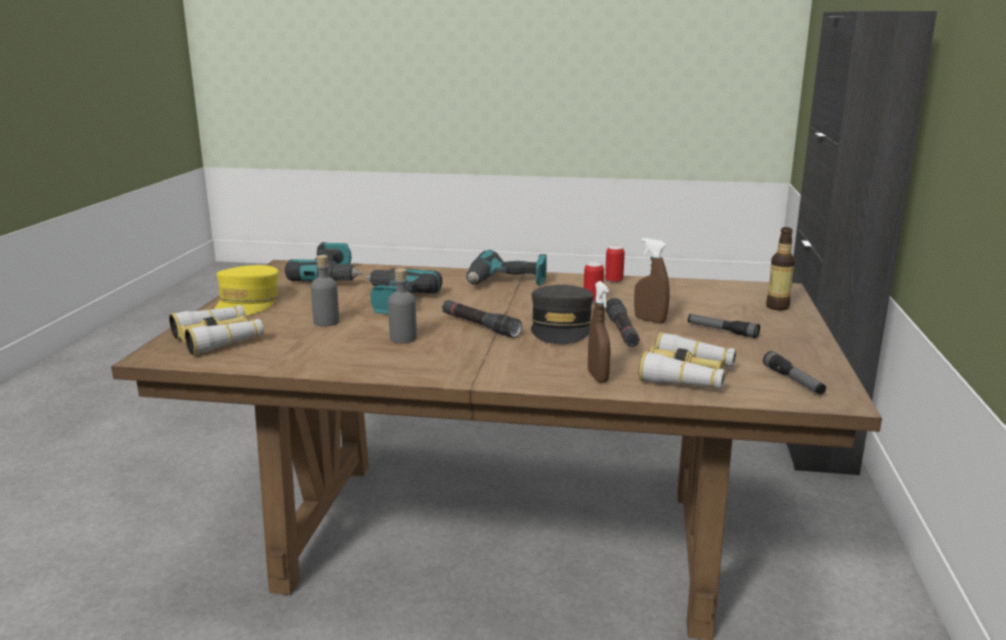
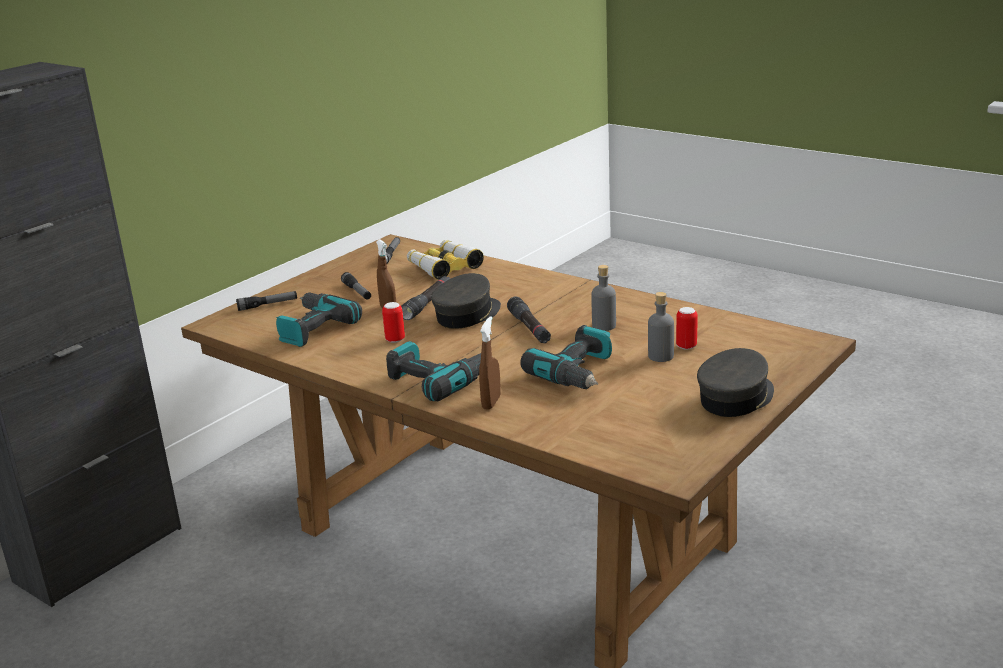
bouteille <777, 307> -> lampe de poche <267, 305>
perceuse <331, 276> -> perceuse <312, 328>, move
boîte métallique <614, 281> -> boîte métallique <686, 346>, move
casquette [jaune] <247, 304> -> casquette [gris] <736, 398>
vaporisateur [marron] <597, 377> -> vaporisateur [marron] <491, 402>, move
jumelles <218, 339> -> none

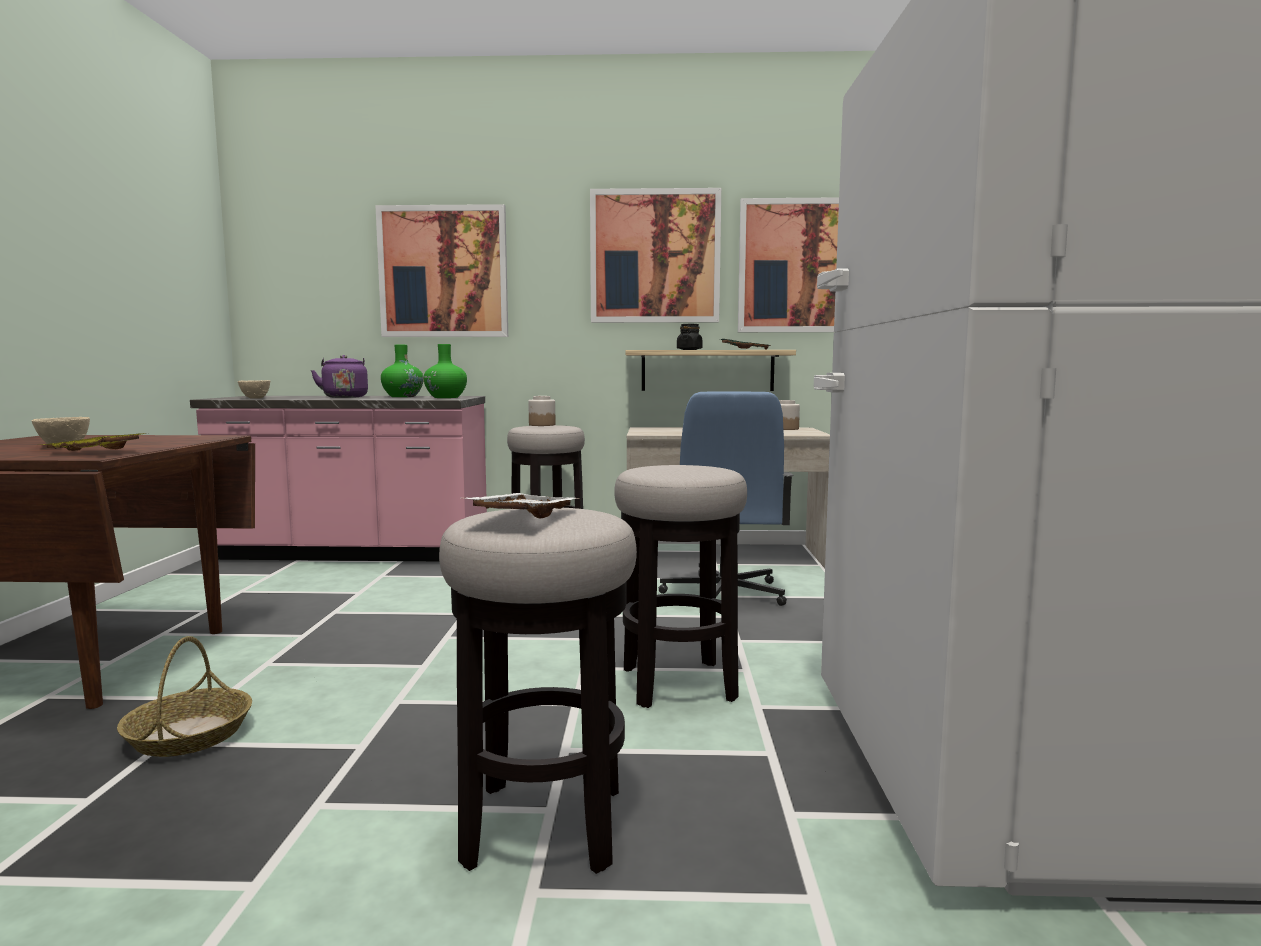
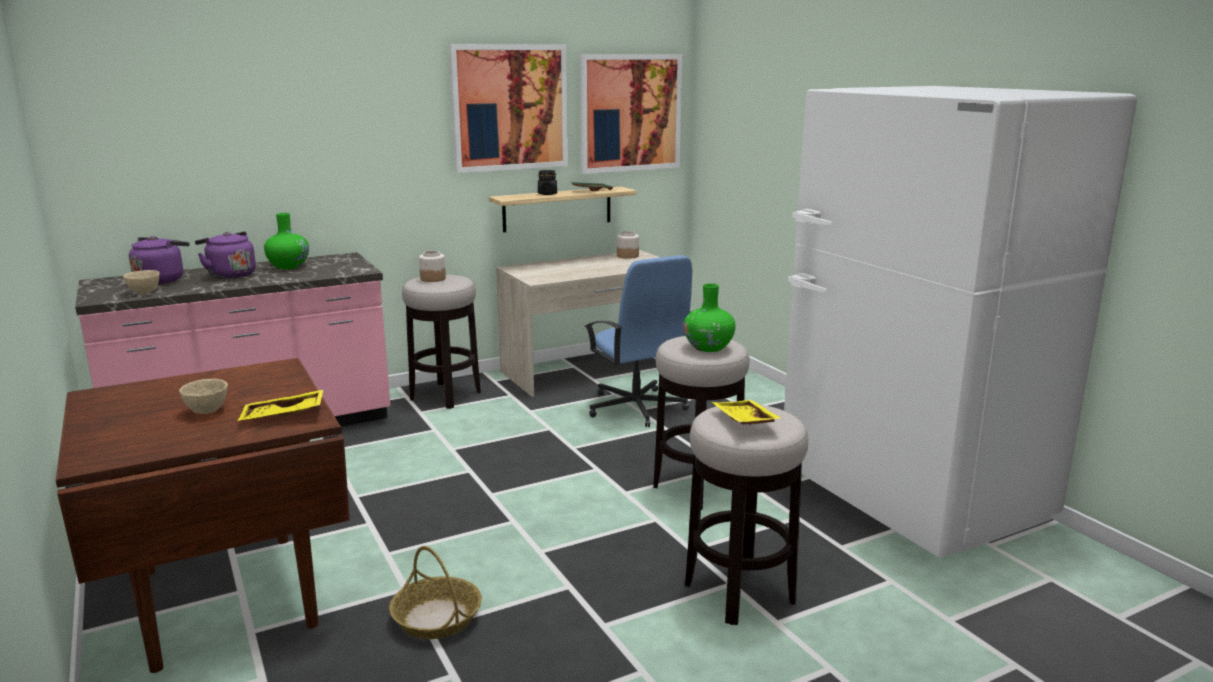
tableau <443, 272> -> none
vase [vert] <446, 397> -> vase [vert] <708, 347>, move
plateau [blanc] <522, 517> -> plateau [jaune] <743, 421>
none -> bouilloire [violet] <162, 280>

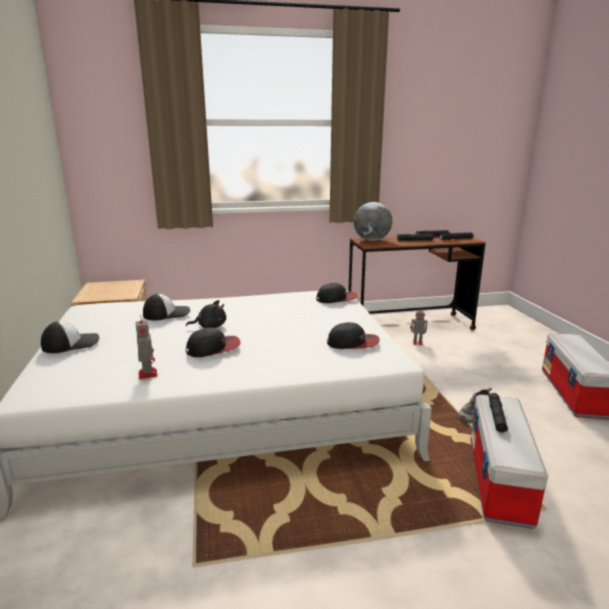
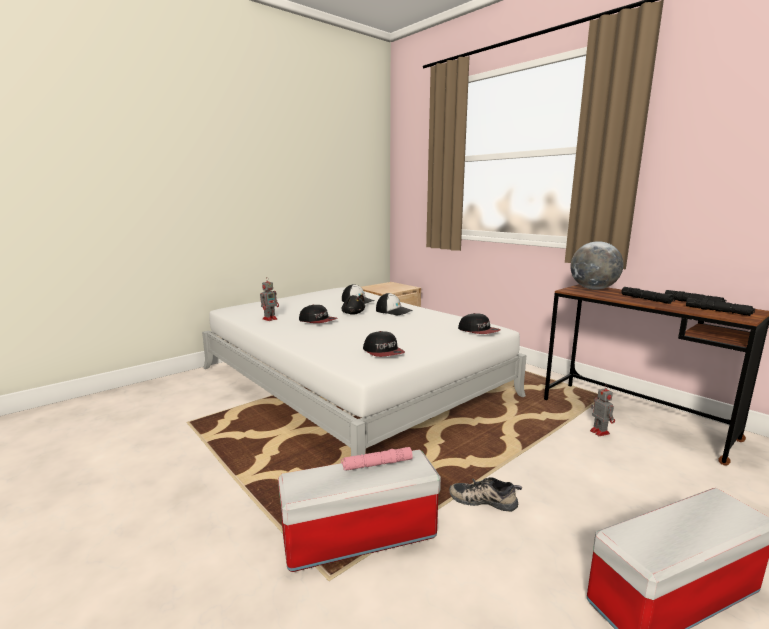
casquette <71, 343> -> casquette <394, 311>, move
lampe de poche [noir] <496, 417> -> lampe de poche [rose] <377, 464>

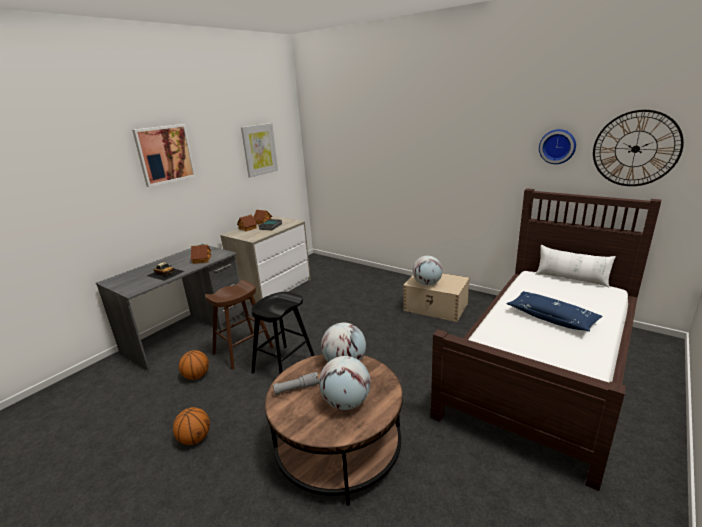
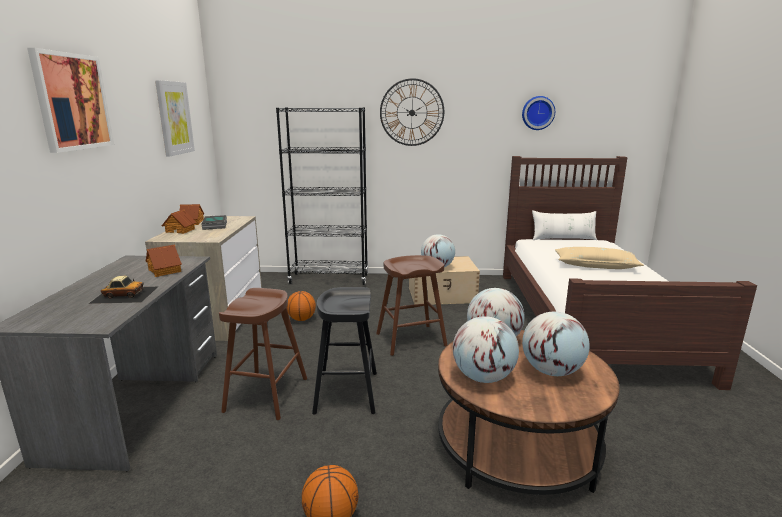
horloge murale <635, 149> -> horloge murale <412, 112>, move
coussin [bleu] <551, 318> -> coussin [beige] <595, 266>
ballon de basket <196, 376> -> ballon de basket <301, 319>, move
lampe de poche [gris] <296, 388> -> globe <483, 377>
none -> bibliothèque [noir] <329, 279>
none -> tabouret [marron] <410, 340>

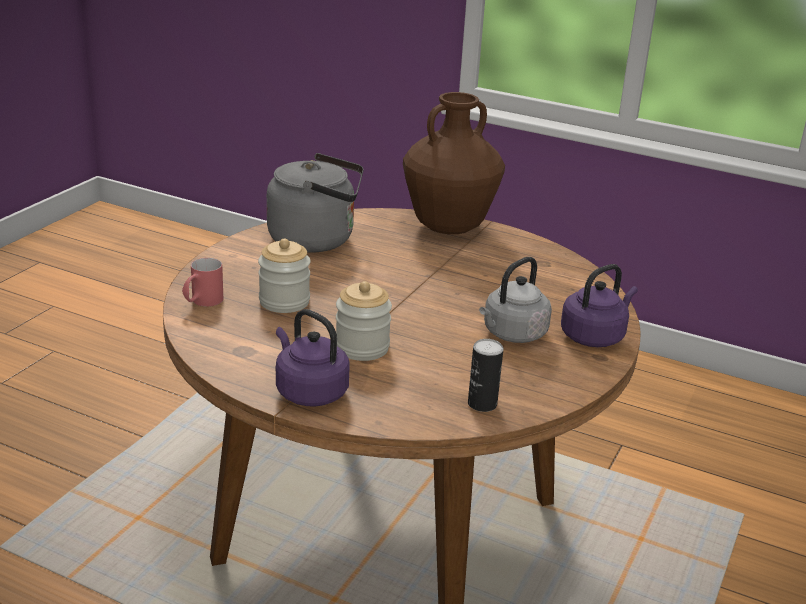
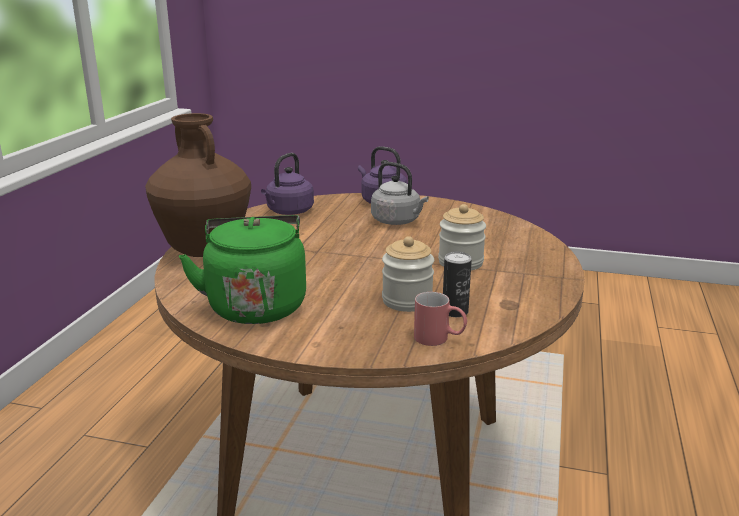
bouilloire [gris] <317, 240> -> bouilloire [vert] <256, 305>
bouilloire [violet] <309, 391> -> bouilloire [violet] <288, 212>, move
boîte métallique <482, 404> -> boîte métallique <455, 312>, move

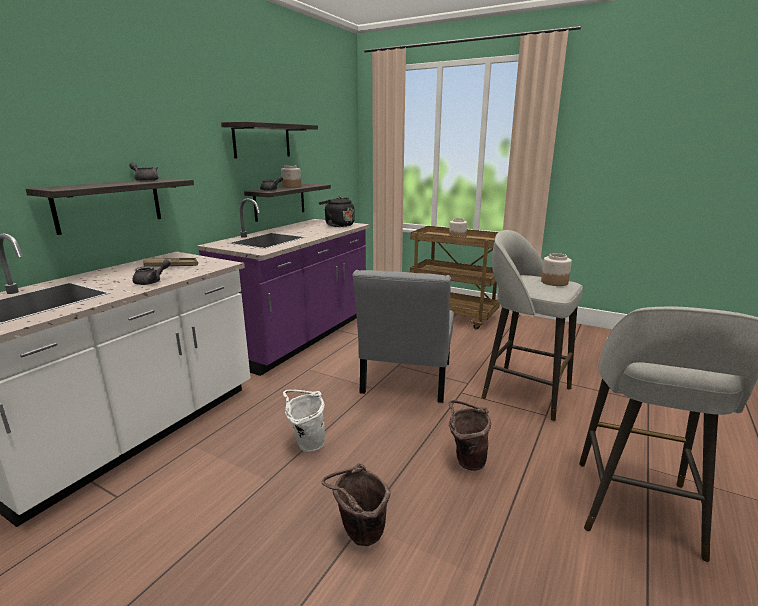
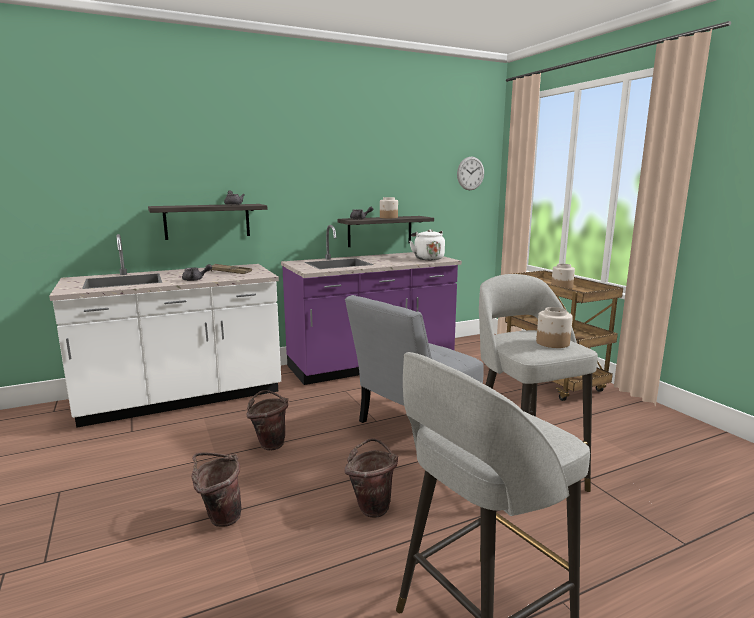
étagère <262, 141> -> none
bouilloire [noir] <338, 225> -> bouilloire [blanc] <427, 258>
seau [blanc] <306, 444> -> seau [marron] <270, 443>
none -> horloge murale <470, 173>

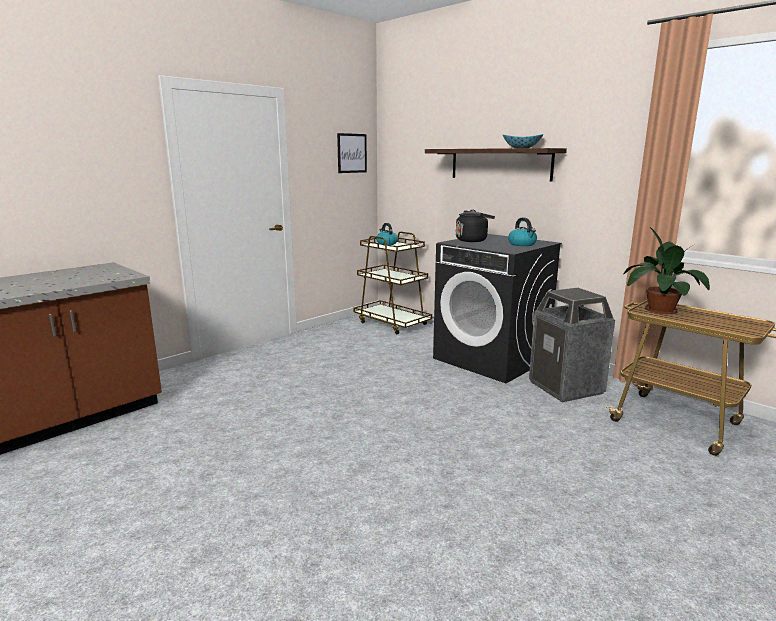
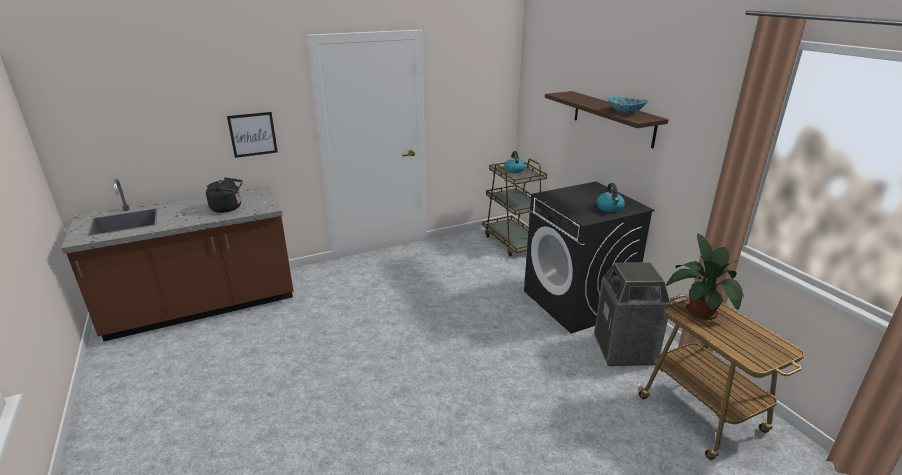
tableau <352, 153> -> tableau <252, 134>, move
bouilloire [noir] <472, 240> -> bouilloire [noir] <228, 208>, move

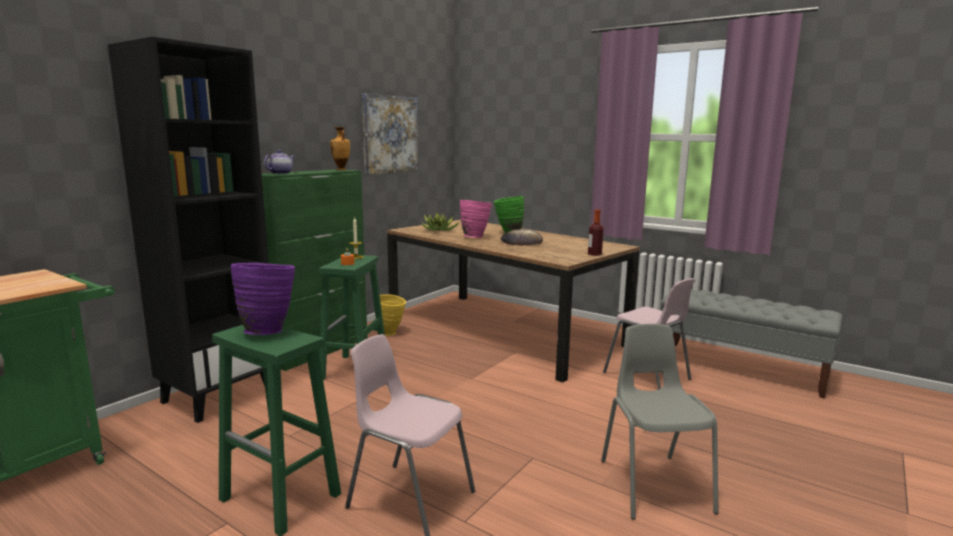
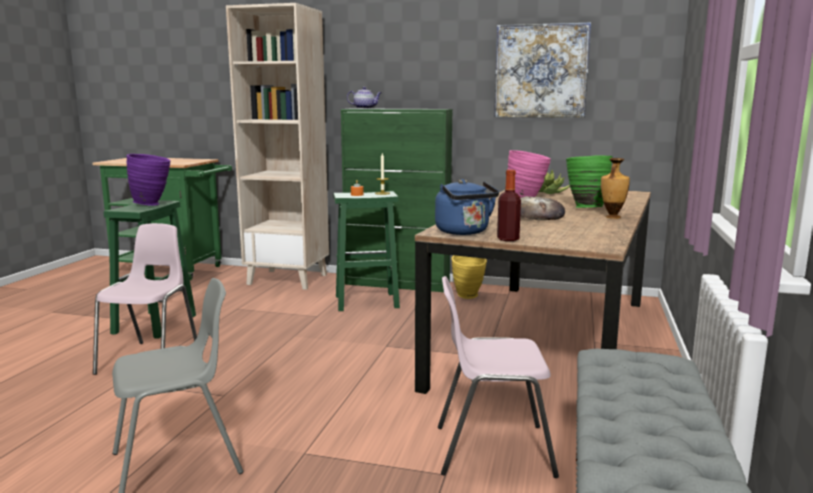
bibliothèque [noir] <218, 396> -> bibliothèque [beige] <288, 279>
vase <341, 170> -> vase <612, 217>, move
chaise [rose] <647, 376> -> chaise [rose] <491, 449>, 60 degrees clockwise
none -> bouilloire [bleu] <464, 232>

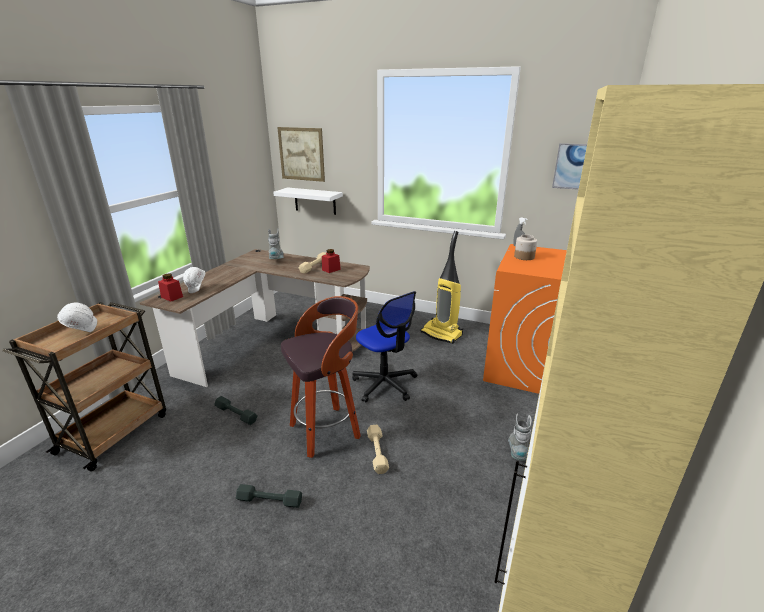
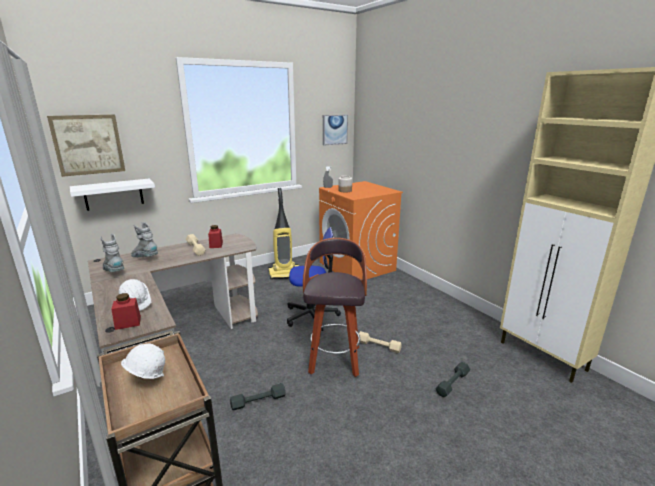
botte [gris] <517, 451> -> botte [gris] <114, 272>, move
haltère [gris] <269, 500> -> haltère [gris] <452, 383>, move

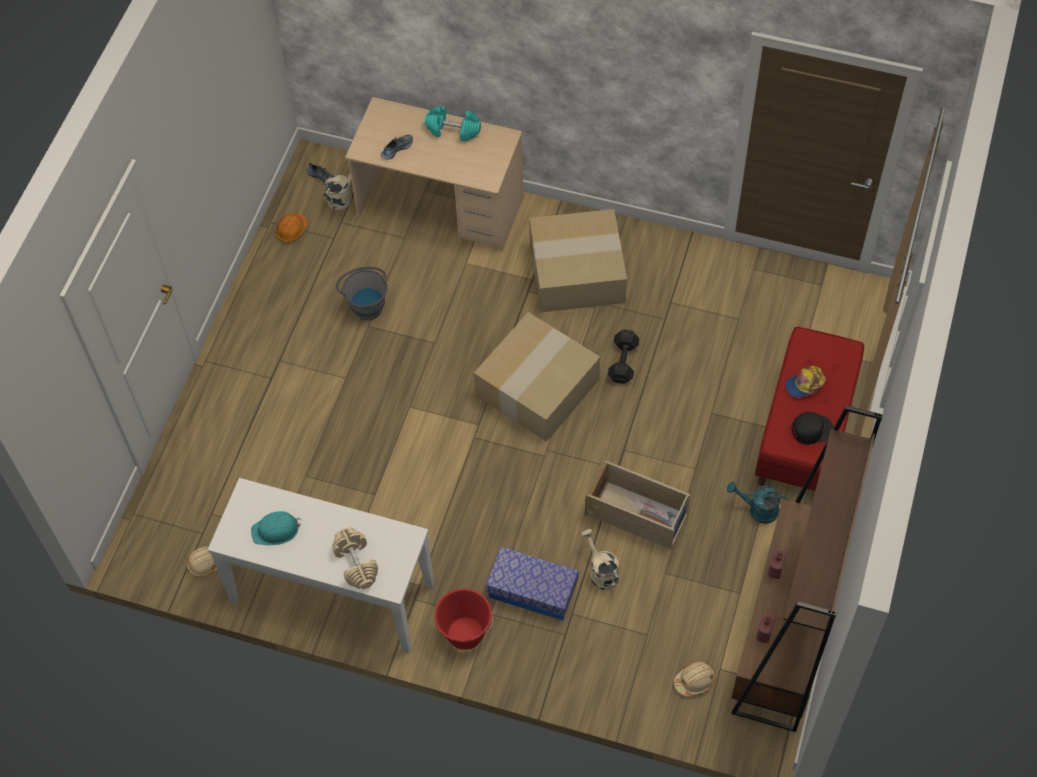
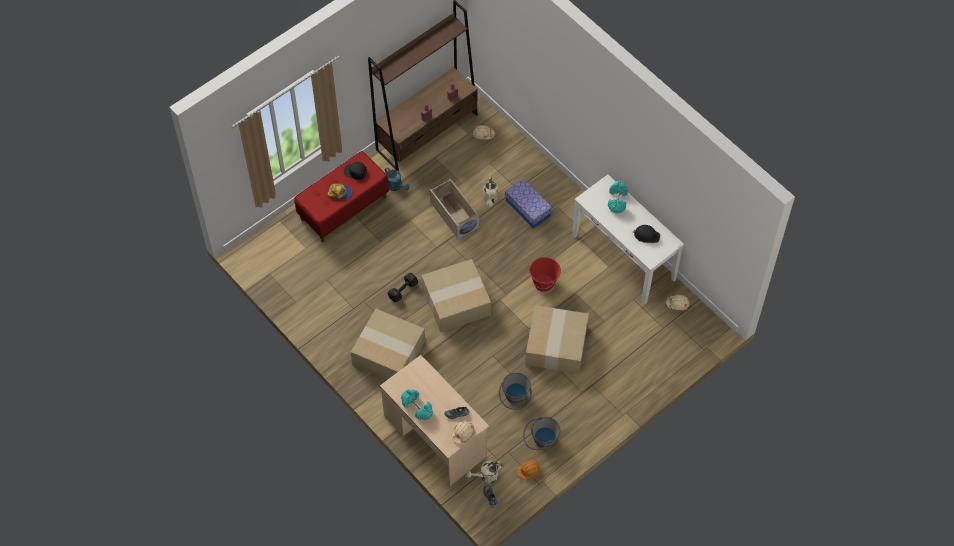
casque de chantier [turquoise] <276, 530> -> casque de chantier [noir] <646, 235>
haltère [beige] <356, 563> -> haltère [turquoise] <617, 200>
seau [rouge] <465, 634> -> seau [rouge] <544, 283>, move
none -> carton <555, 344>
none -> seau [gris] <540, 442>
none -> casque de chantier [beige] <463, 433>

